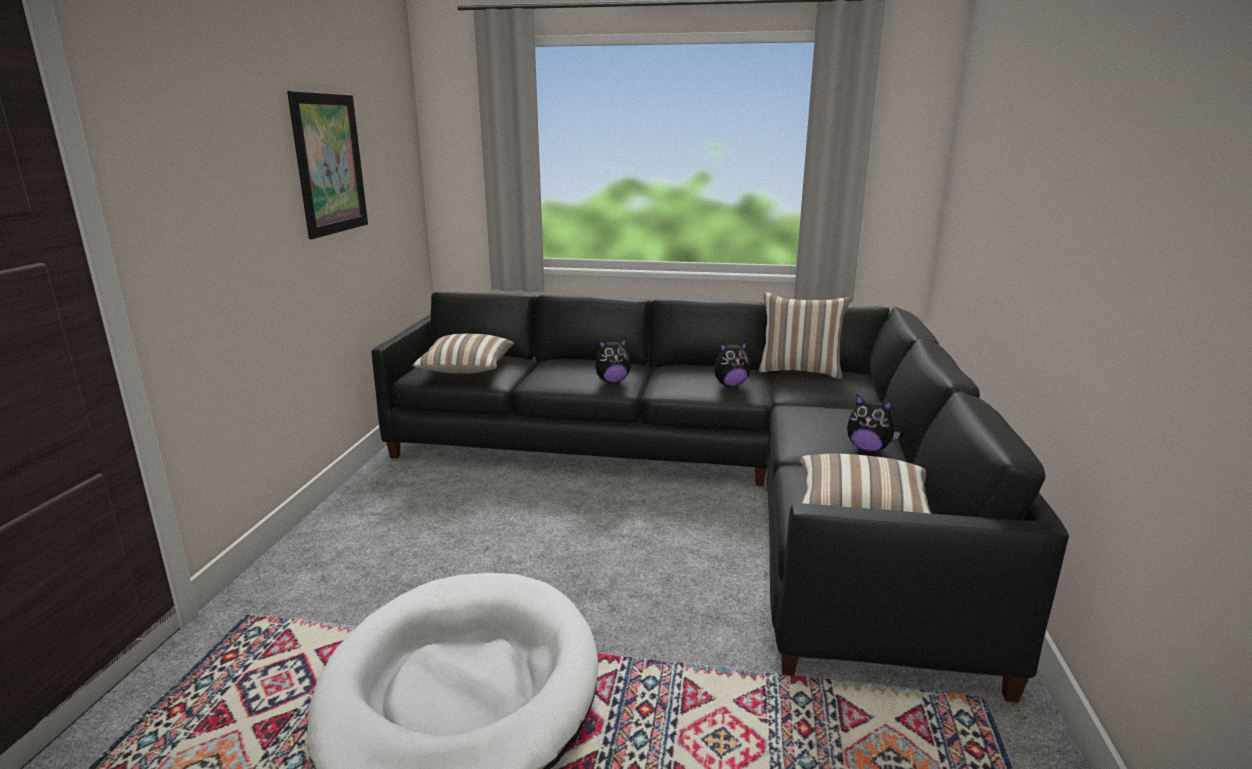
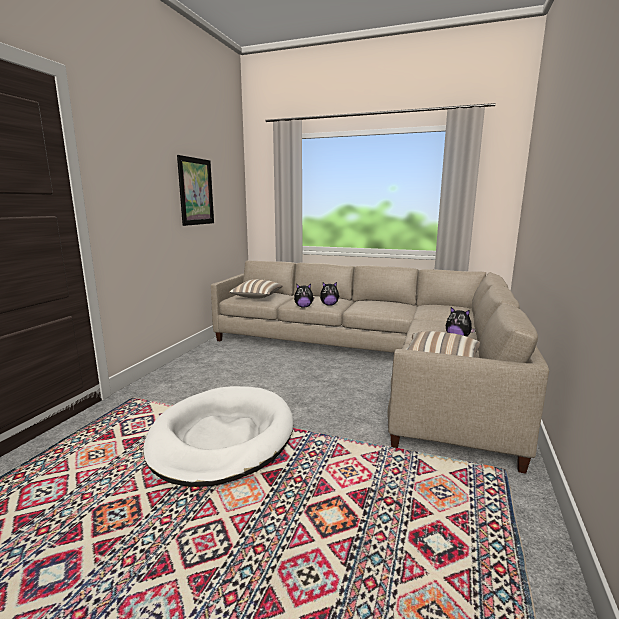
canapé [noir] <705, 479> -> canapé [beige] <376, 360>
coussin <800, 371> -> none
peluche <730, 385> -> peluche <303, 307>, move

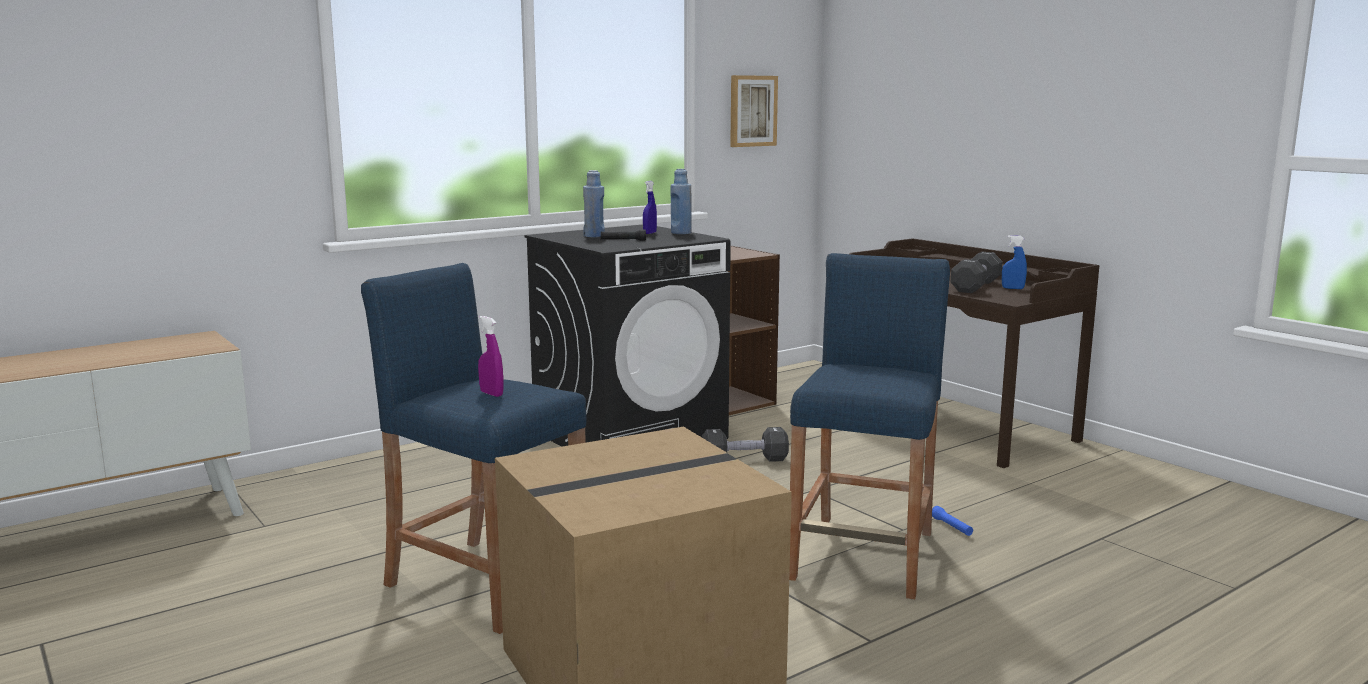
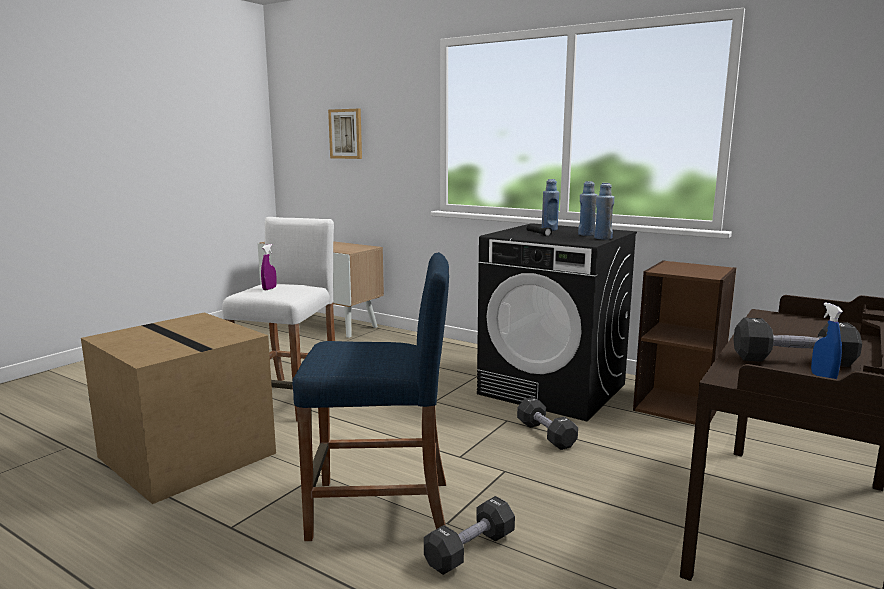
tableau <752, 111> -> tableau <346, 134>, move
vaporisateur [bleu] <649, 233> -> bouteille [bleu] <586, 234>
tabouret [bleu] <486, 583> -> tabouret [blanc] <289, 398>
lampe de poche [bleu] <951, 527> -> haltère [noir] <470, 550>

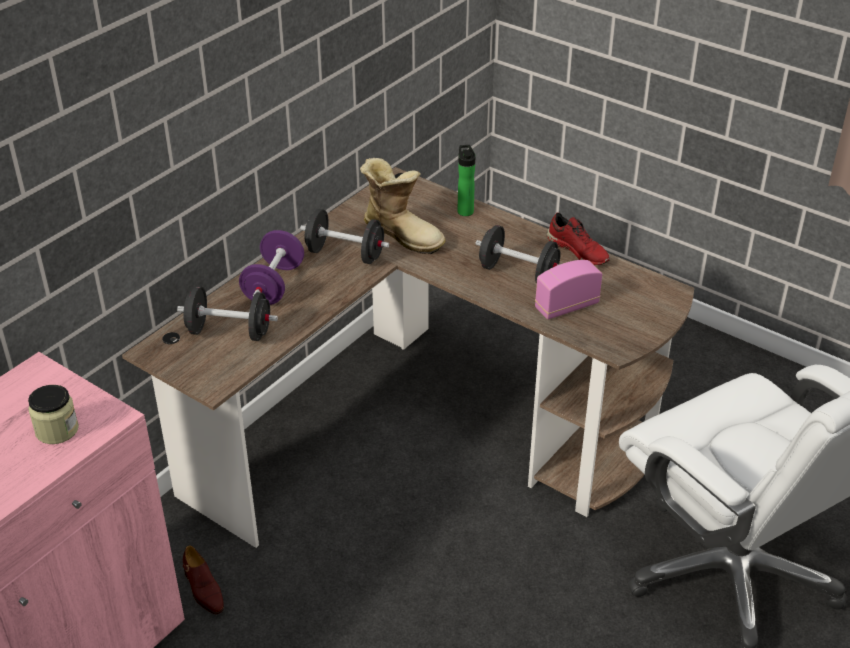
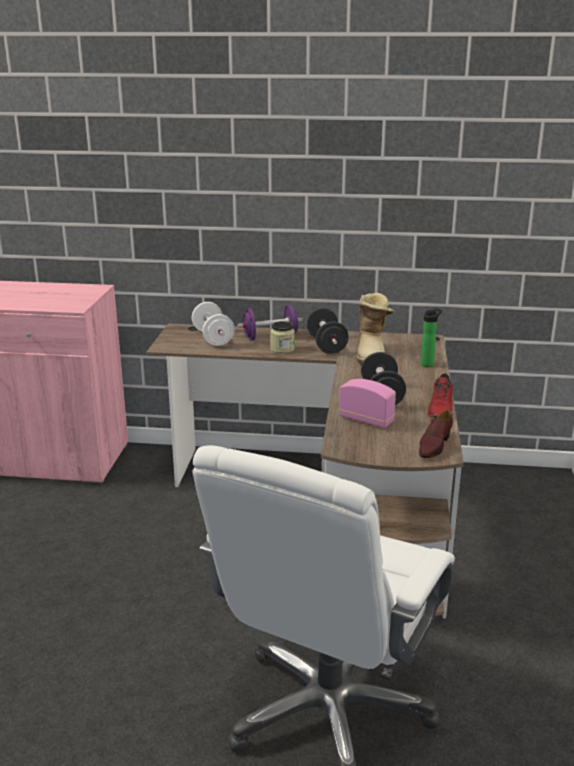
haltère [noir] <229, 332> -> haltère [blanc] <213, 338>
bocal <57, 430> -> bocal <282, 349>, move
chaussure [marron] <203, 589> -> chaussure [marron] <434, 445>, move

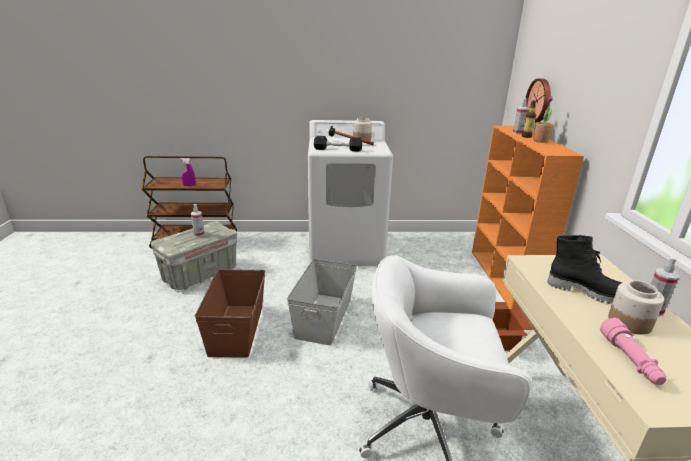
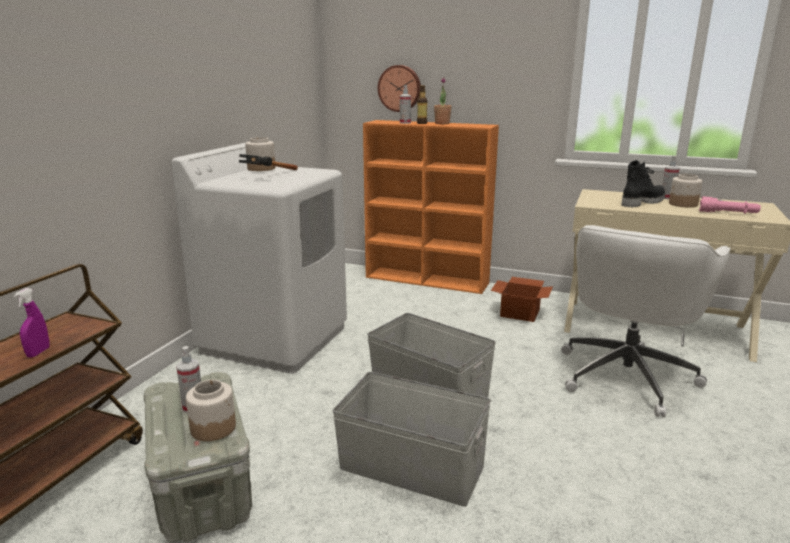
haltère [noir] <338, 149> -> none
boîte de rangement [marron] <237, 329> -> boîte de rangement [gris] <411, 467>
none -> bocal <213, 428>

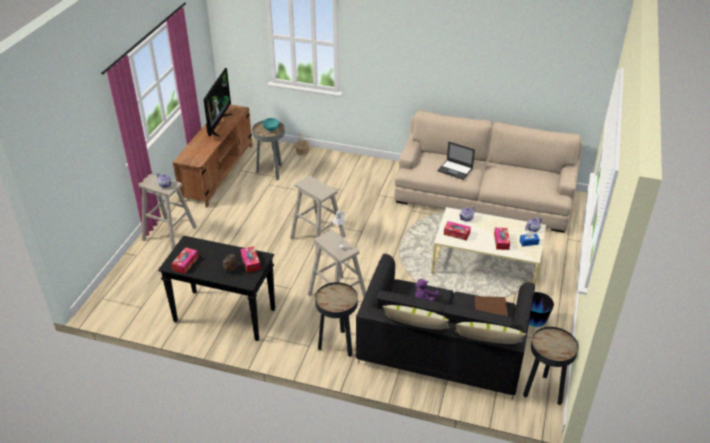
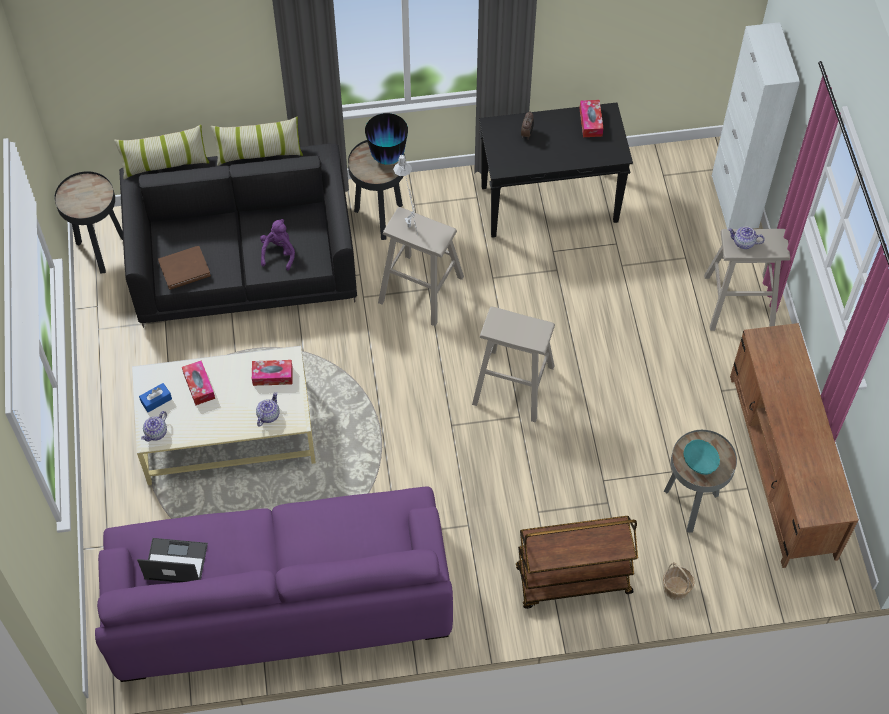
téléviseur <218, 124> -> none
canapé [beige] <483, 197> -> canapé [violet] <279, 596>
ordinateur portable <455, 170> -> ordinateur portable <175, 561>, move
boîte à mouchoirs <250, 262> -> none
vase <534, 322> -> vase <387, 157>, move
none -> meuble de rangement [blanc] <734, 201>
none -> chariot [marron] <572, 581>

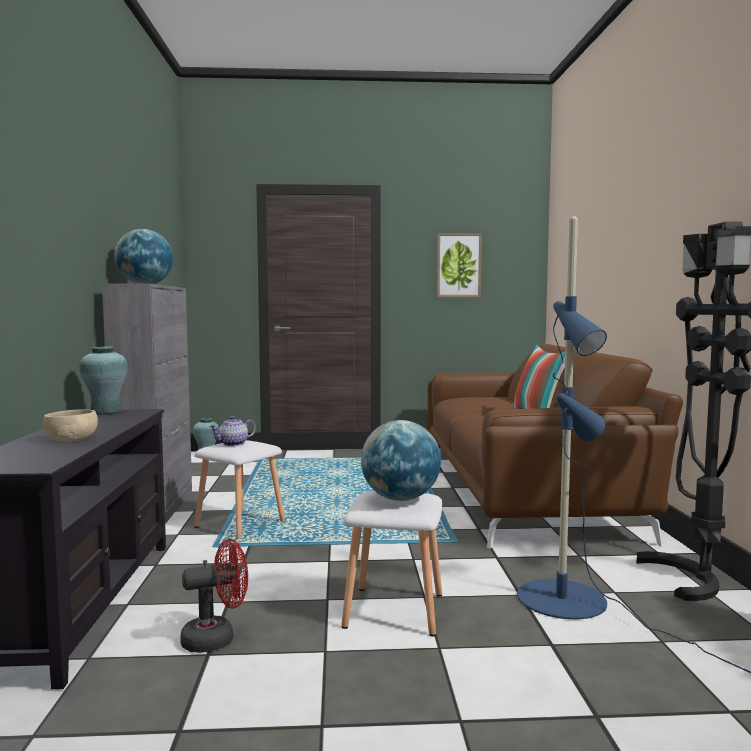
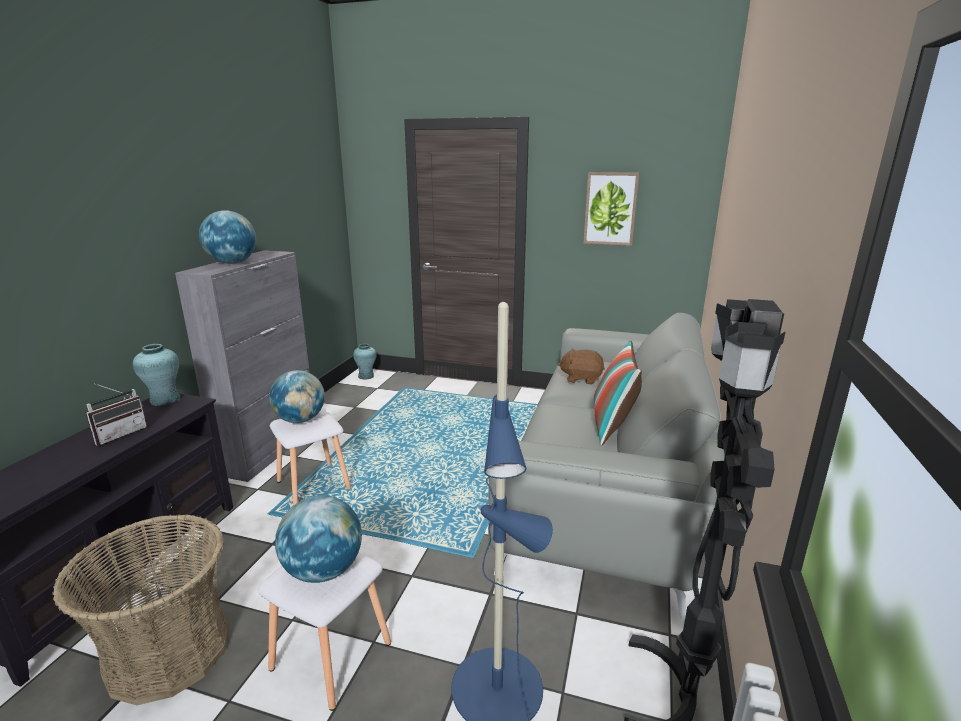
canapé [marron] <523, 489> -> canapé [gris] <609, 479>
bol [beige] <72, 439> -> none
théière <233, 444> -> globe <300, 420>
ventilateur [rouge] <216, 638> -> panier <168, 652>
none -> peluche [marron] <581, 378>
none -> radio <119, 434>

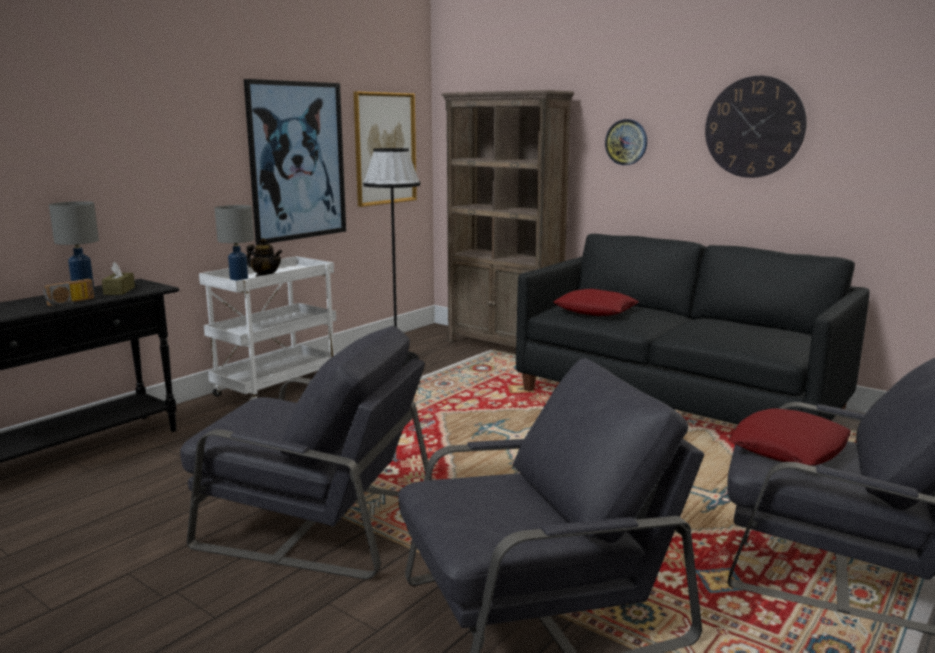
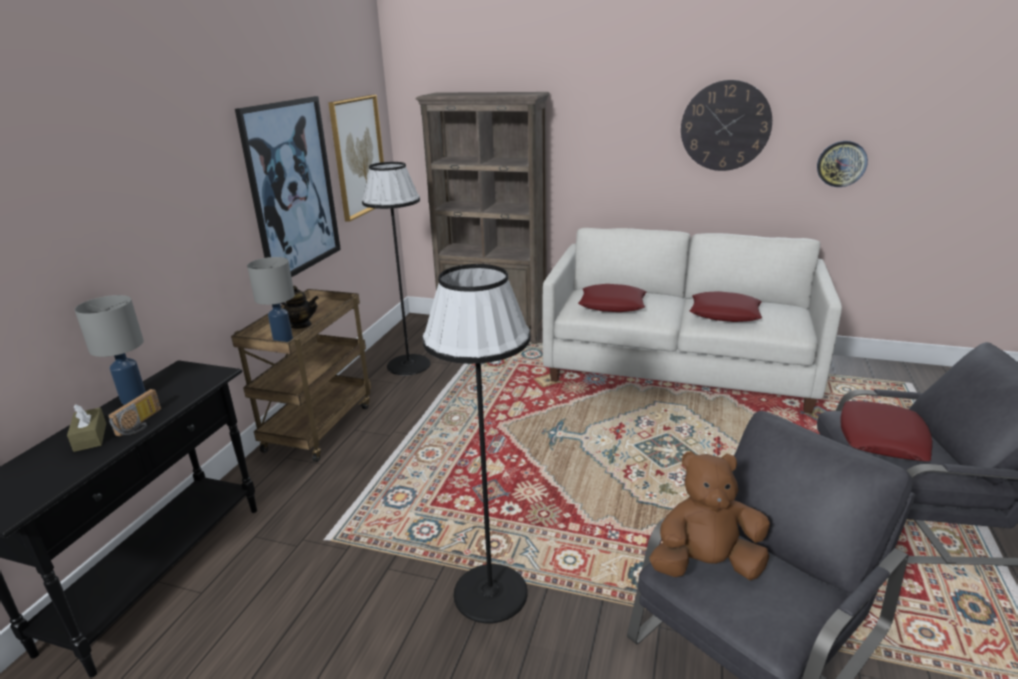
horloge murale <626, 142> -> horloge murale <841, 164>, move
canapé [noir] <676, 401> -> canapé [blanc] <677, 368>
chariot [blanc] <276, 387> -> chariot [marron] <319, 426>
boîte à mouchoirs [marron] <119, 291> -> boîte à mouchoirs [marron] <90, 437>, move
fauteuil [gris] <314, 521> -> lampadaire [noir] <491, 593>
none -> coussin [rouge] <725, 313>
none -> peluche [marron] <705, 564>

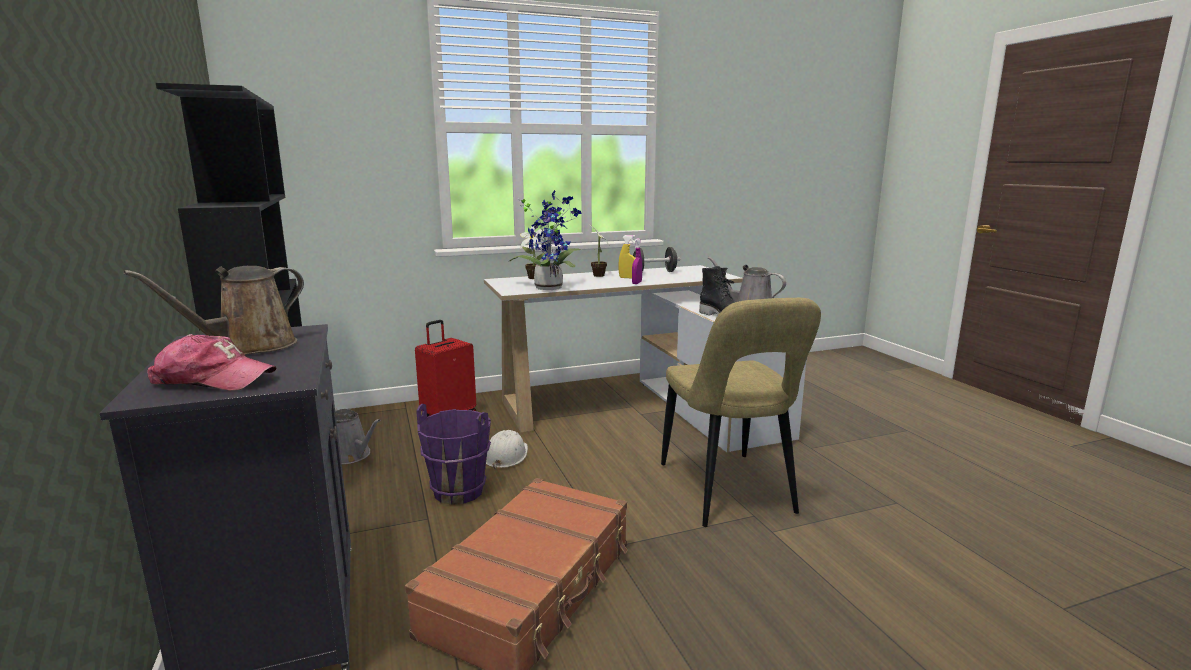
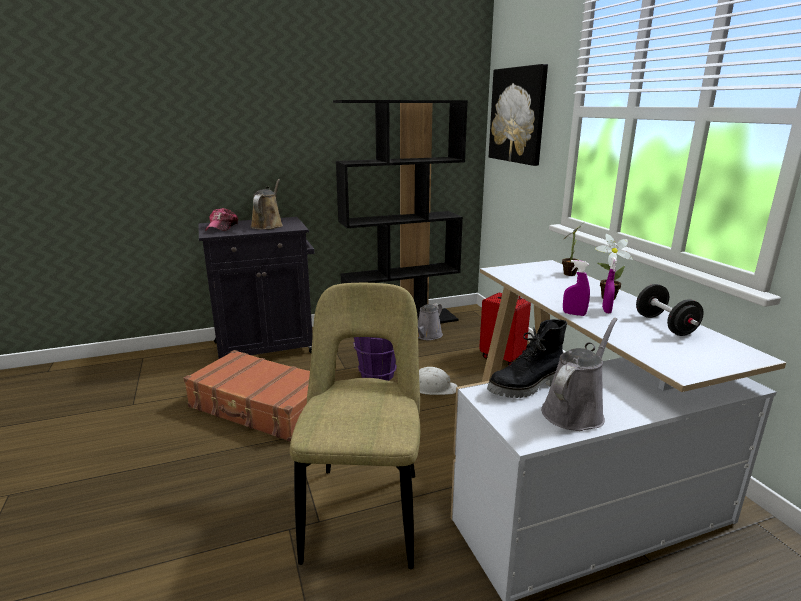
plante en pot <550, 287> -> none
vaporisateur [jaune] <627, 278> -> vaporisateur [violet] <606, 310>
arrosoir [marron] <250, 347> -> arrosoir [marron] <268, 225>, 60 degrees clockwise
chaise [beige] <728, 492> -> chaise [beige] <365, 509>, 105 degrees clockwise
none -> tableau <518, 115>

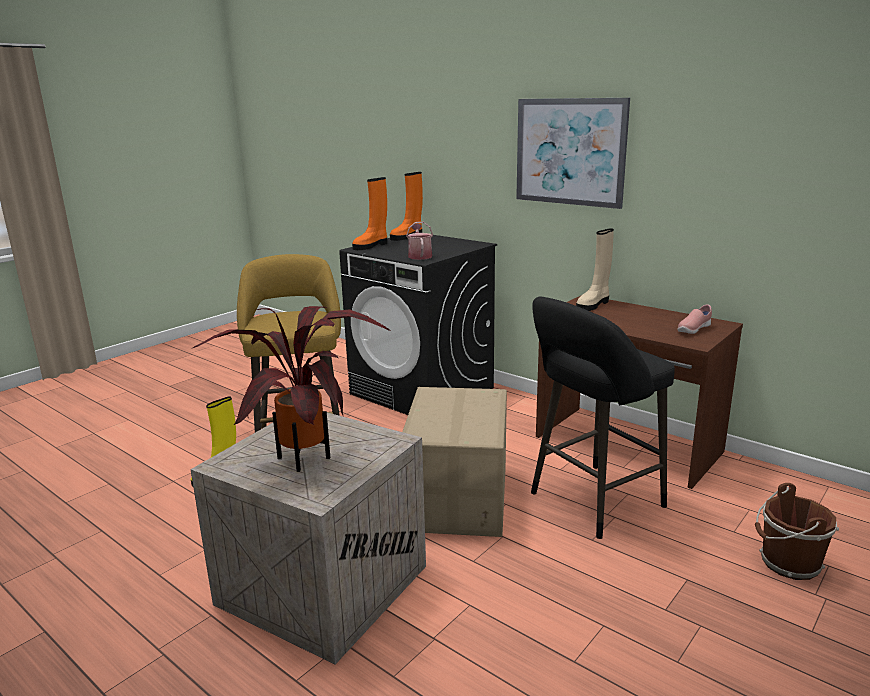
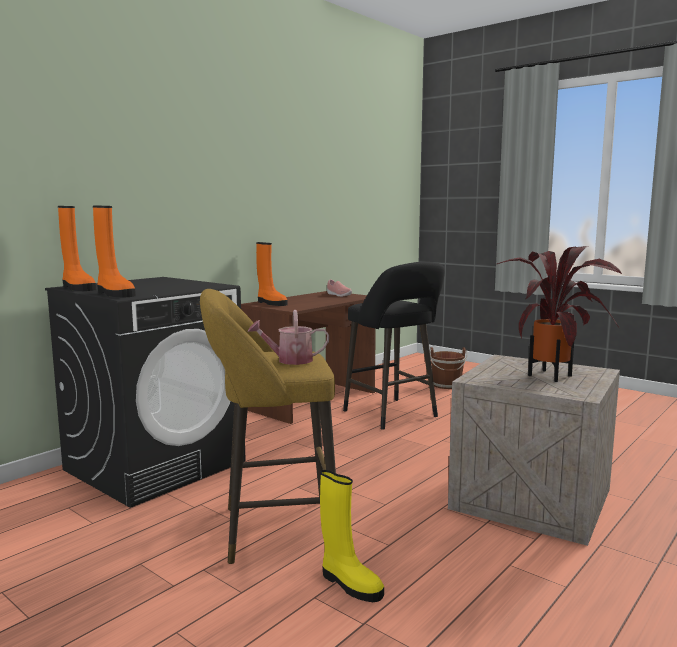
tableau <570, 152> -> none
arrosoir <419, 256> -> arrosoir <289, 360>, move
botte [beige] <593, 305> -> botte [orange] <271, 303>
carton <458, 498> -> none

